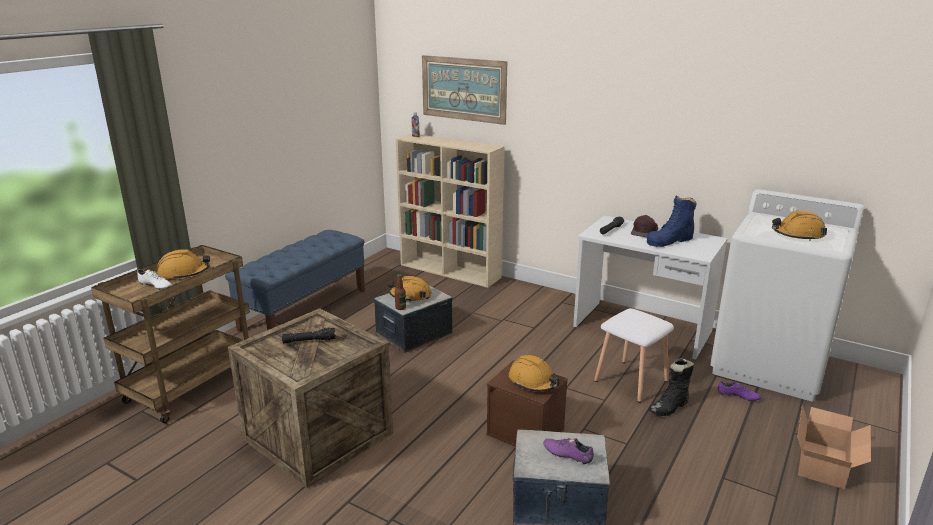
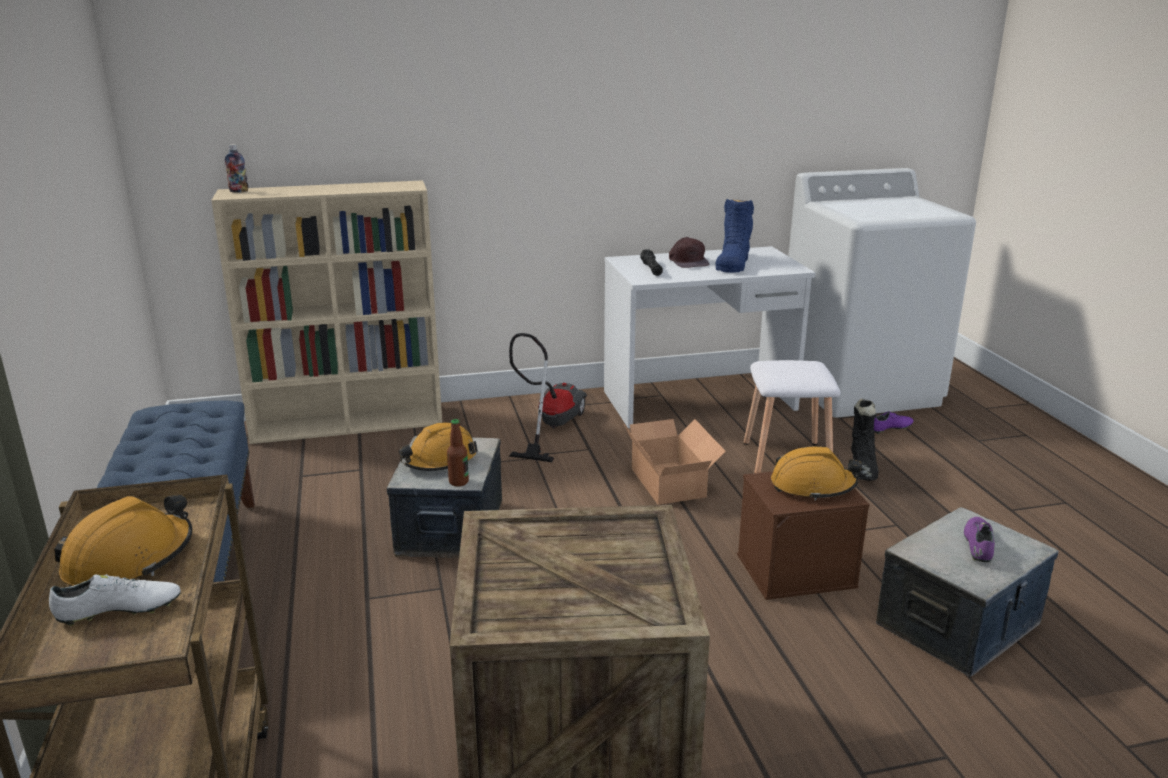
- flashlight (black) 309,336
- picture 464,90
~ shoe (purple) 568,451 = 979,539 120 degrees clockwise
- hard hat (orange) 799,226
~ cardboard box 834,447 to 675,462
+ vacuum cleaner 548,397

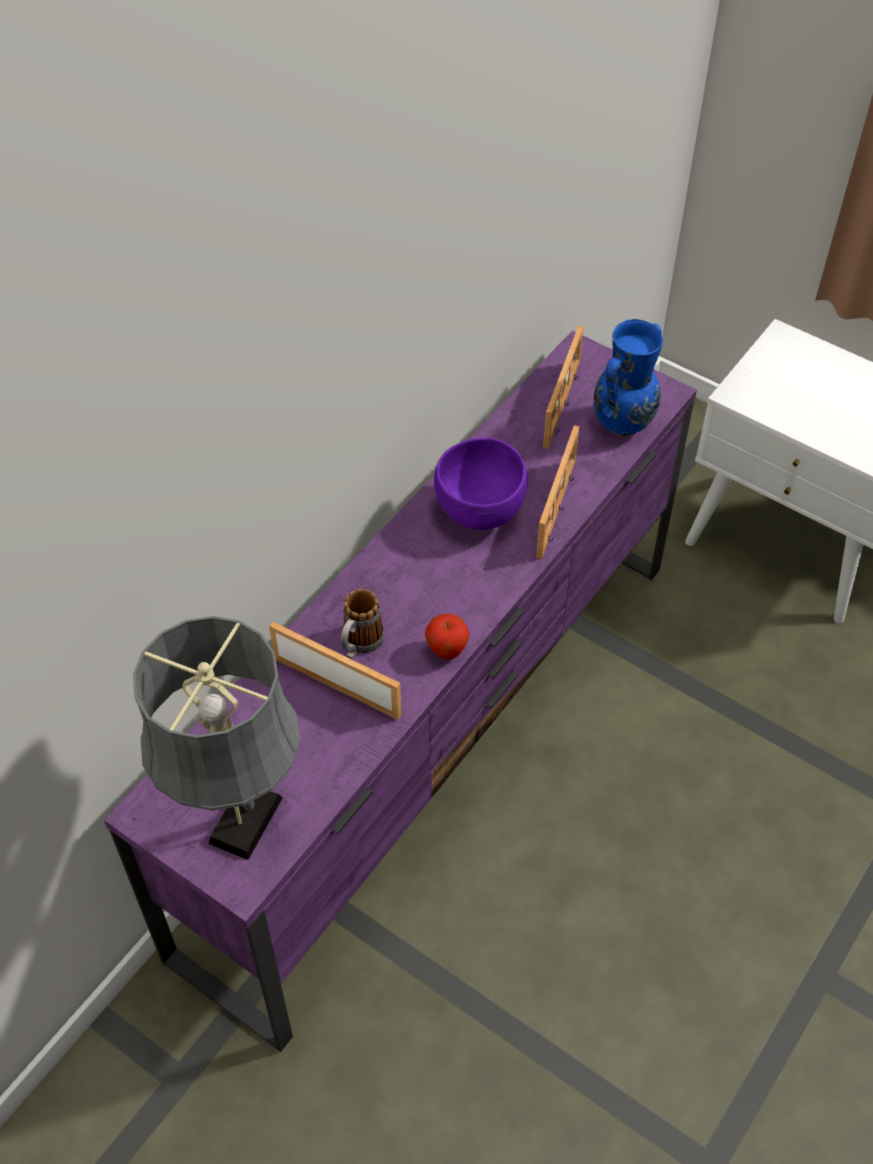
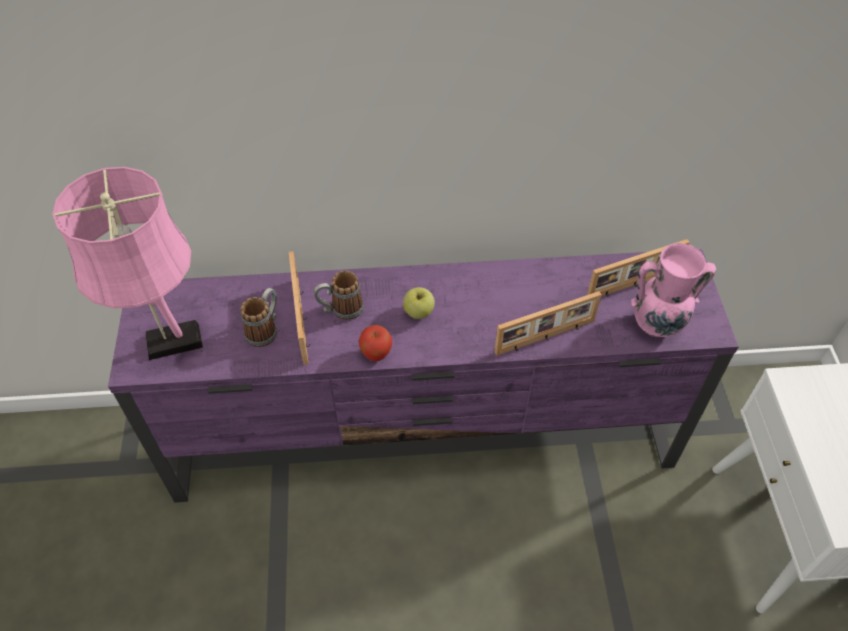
~ table lamp (grey) 217,738 to table lamp (pink) 127,263
- bowl (purple) 481,484
~ vase (blue) 628,378 to vase (pink) 673,290
+ mug 259,317
+ apple 419,303

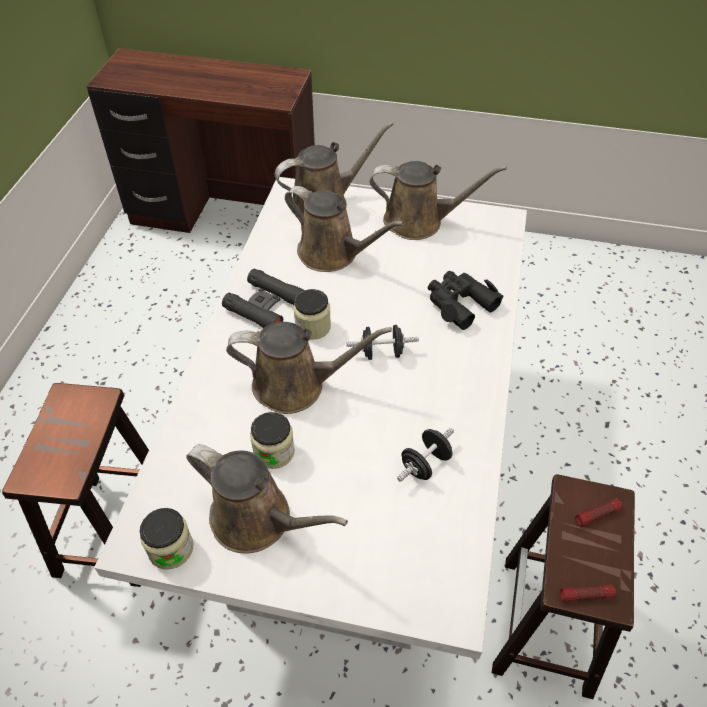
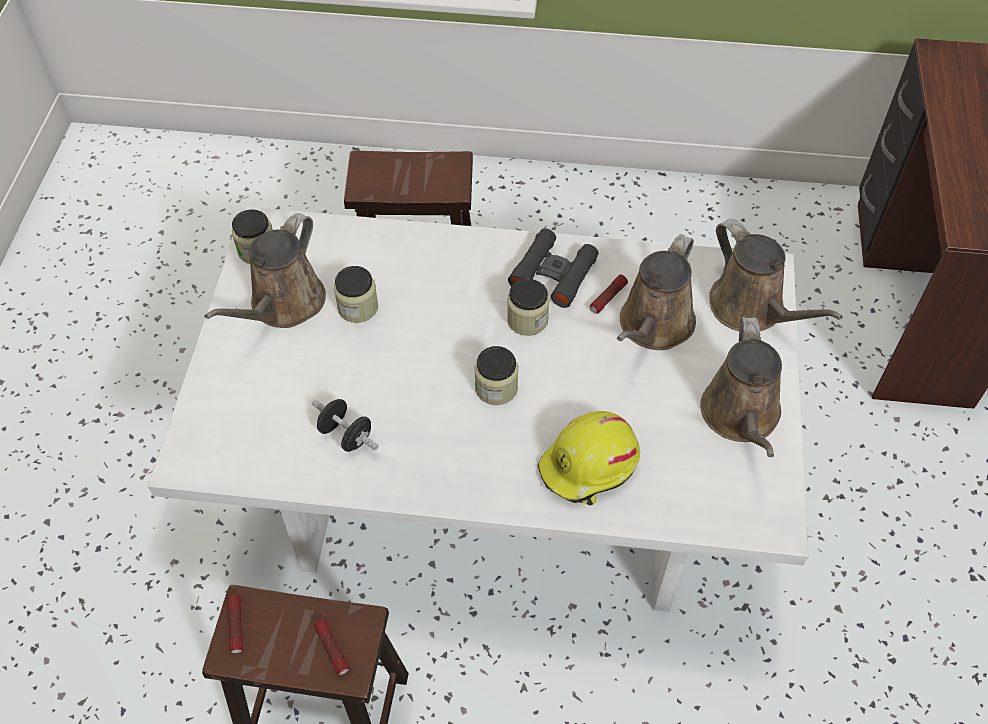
- watering can (brown) 309,368
~ dumbbell (black) 382,342 to jar 496,375
~ binoculars (black) 466,300 to hard hat (yellow) 589,458
+ flashlight 609,294

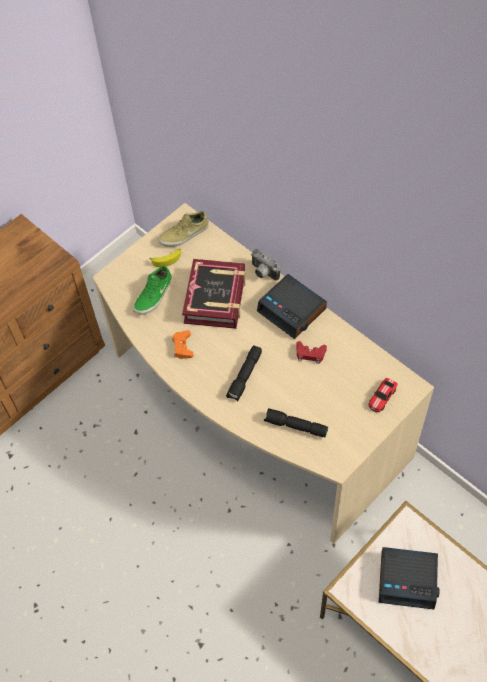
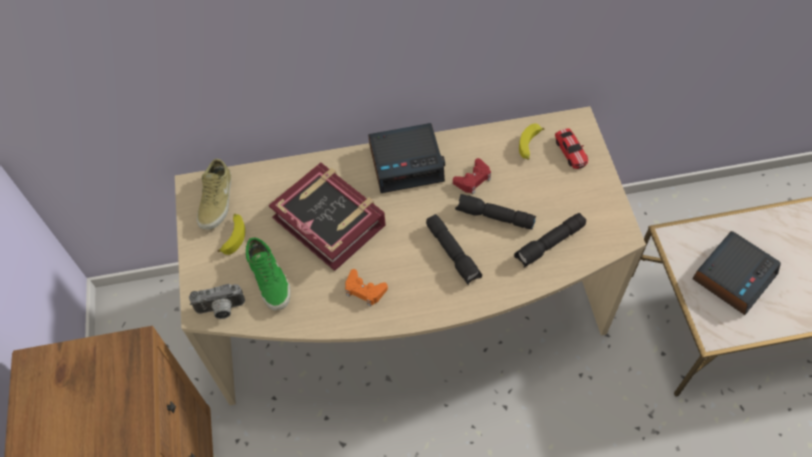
~ photo camera 265,265 to 217,301
+ flashlight (black) 495,212
+ banana 531,141

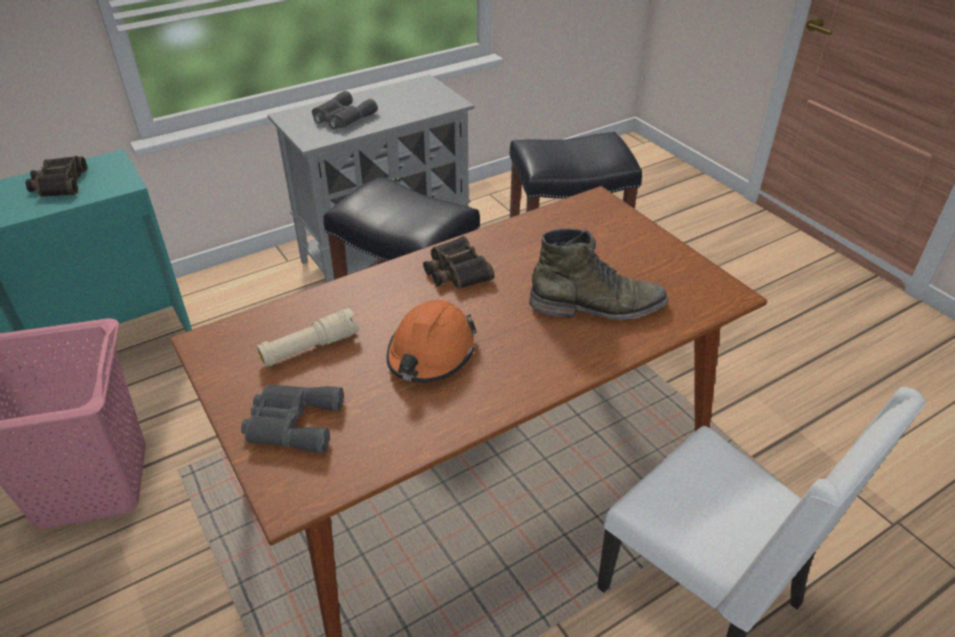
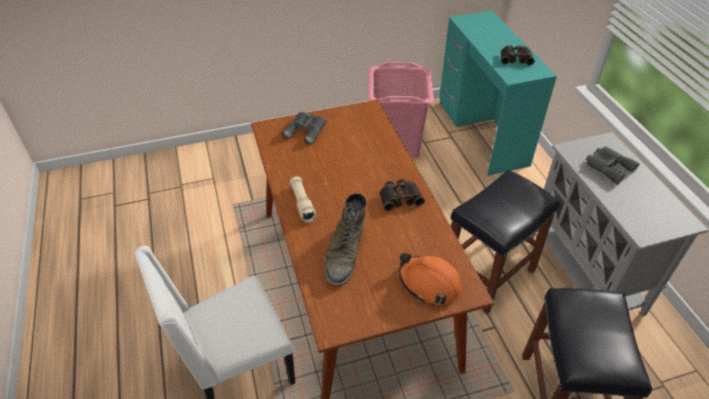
~ flashlight (beige) 307,337 to 303,199
~ hard hat (orange) 431,341 to 430,279

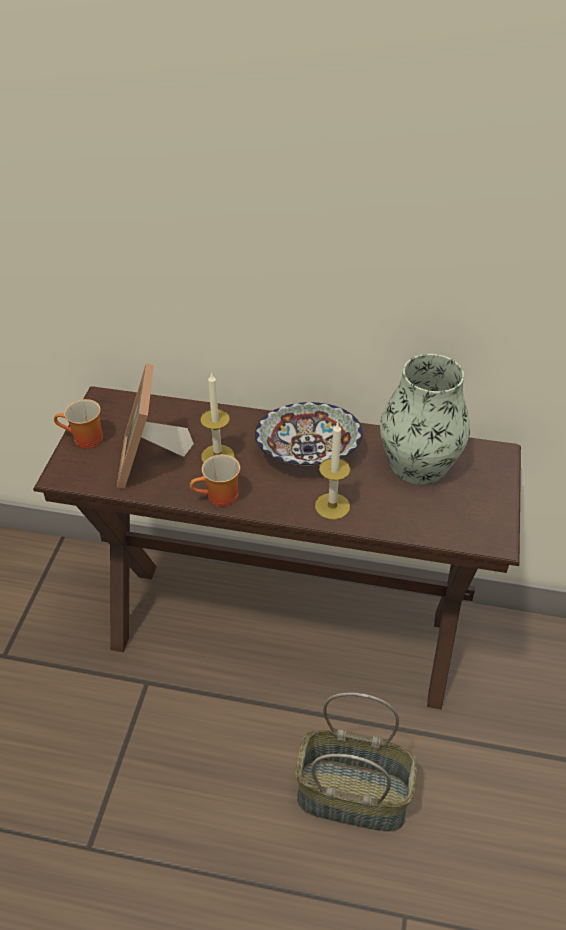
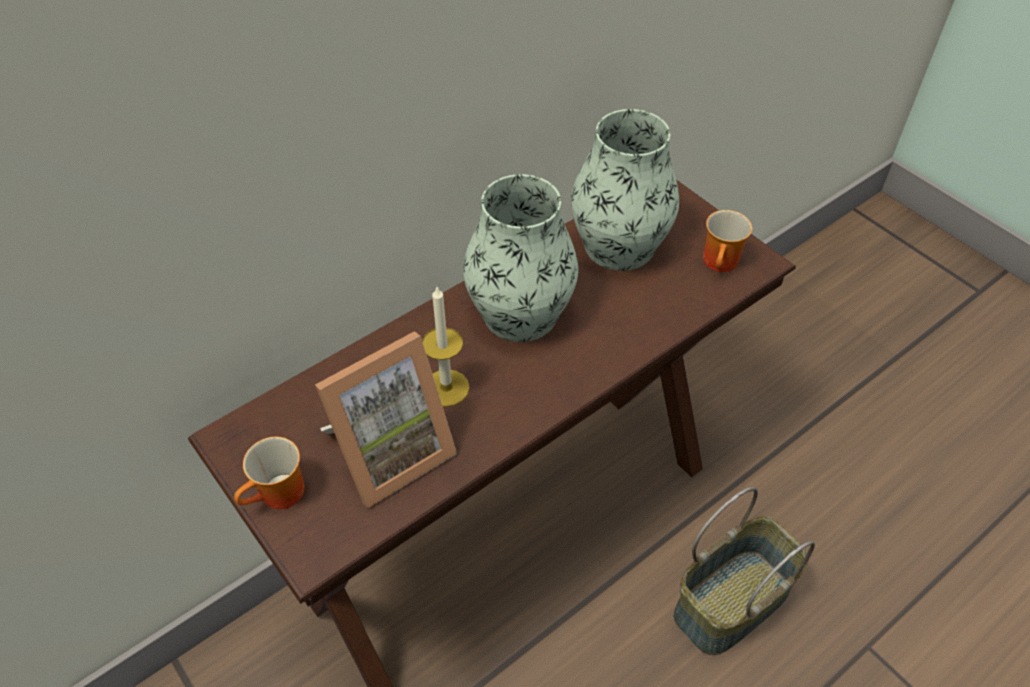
~ picture frame 155,426 = 386,419 75 degrees counterclockwise
~ mug 215,480 to 727,241
~ bowl 309,434 to vase 521,258
- candle 332,471

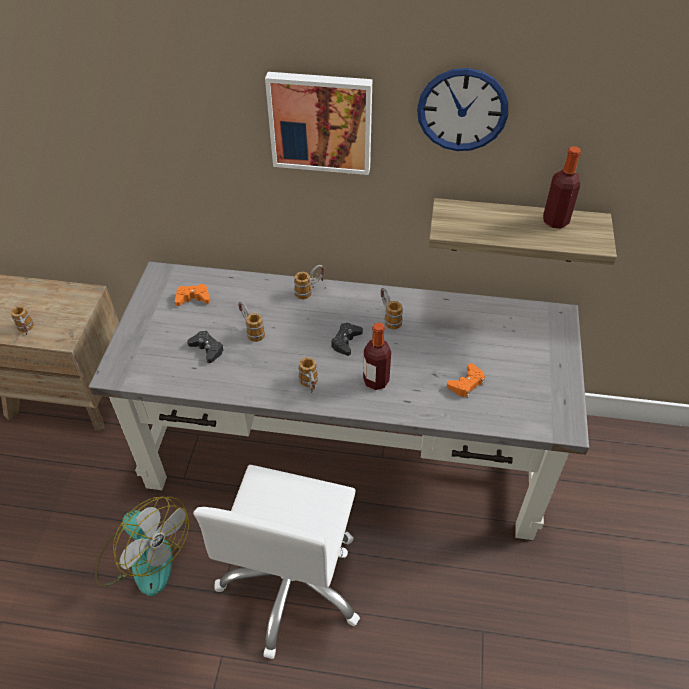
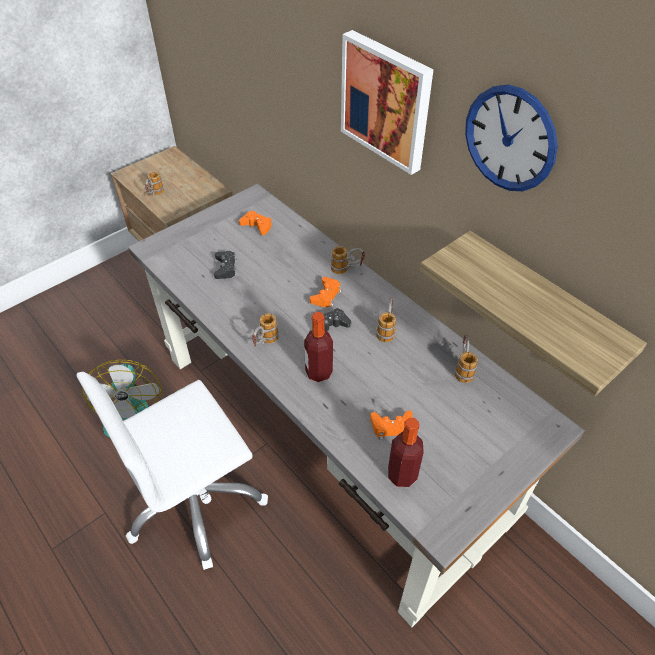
~ mug 251,322 to 466,358
~ bottle 562,187 to 406,452
+ game controller (orange) 325,292

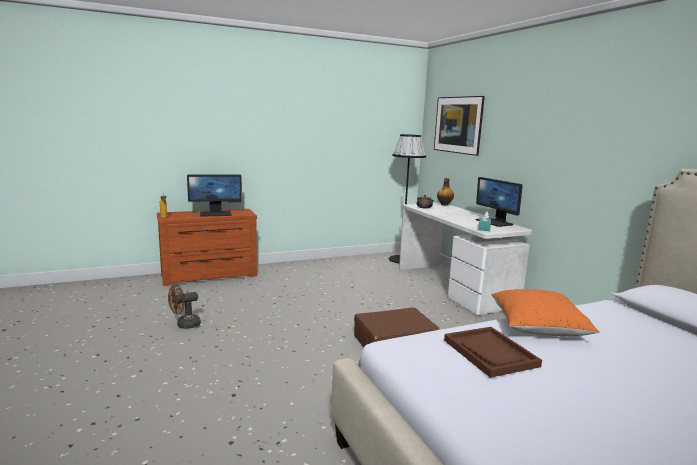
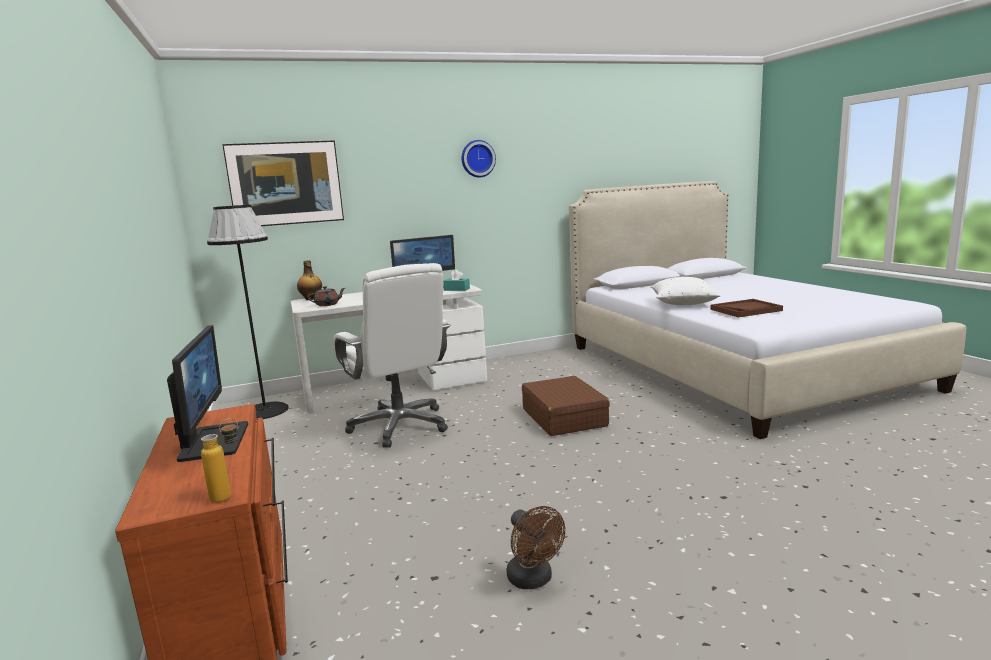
~ pillow (orange) 546,312 to pillow (white) 686,291
+ office chair (white) 392,355
+ wall clock 479,158

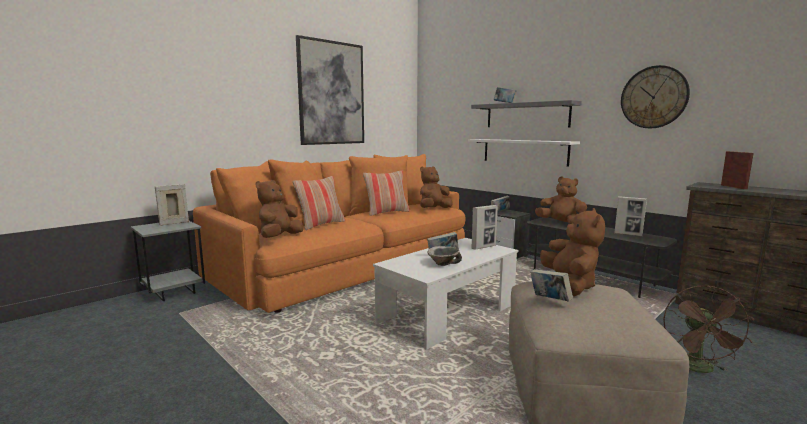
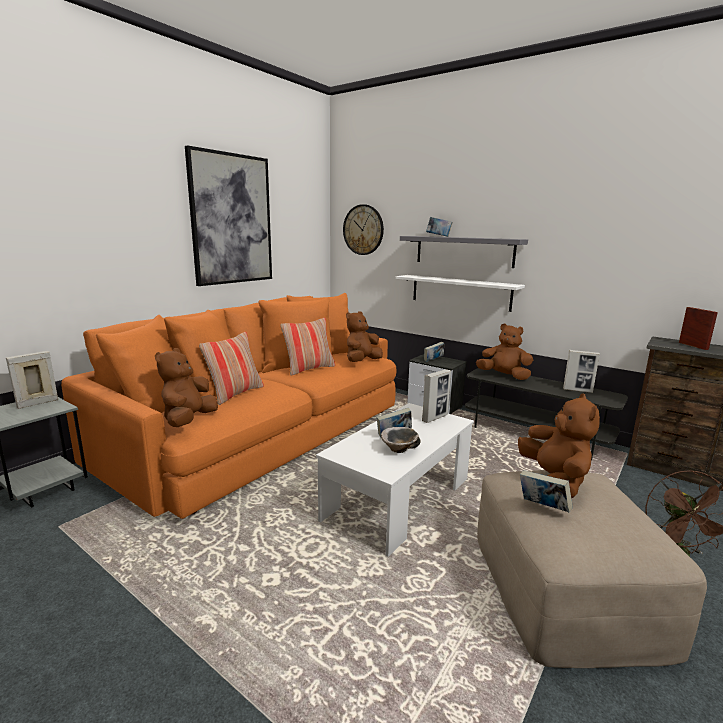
~ wall clock 655,96 to 363,229

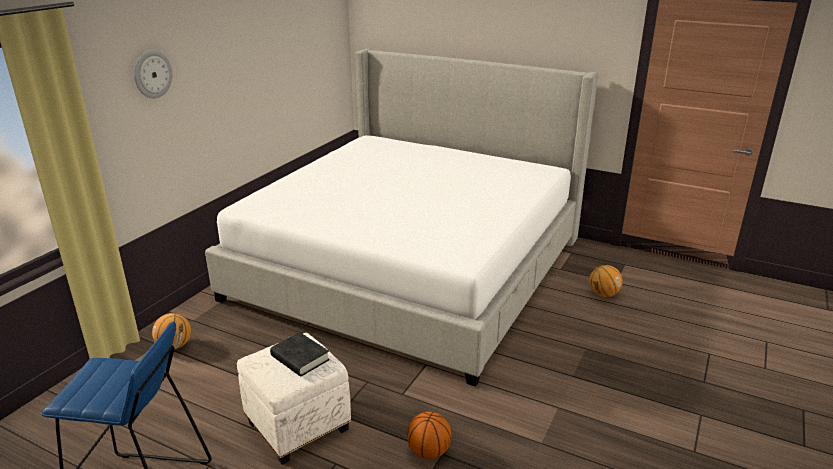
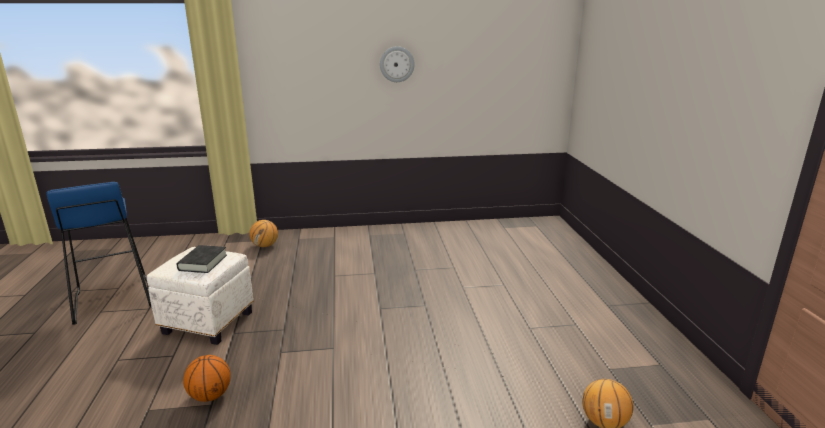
~ wall clock 153,74 to 397,64
- bed 401,218

